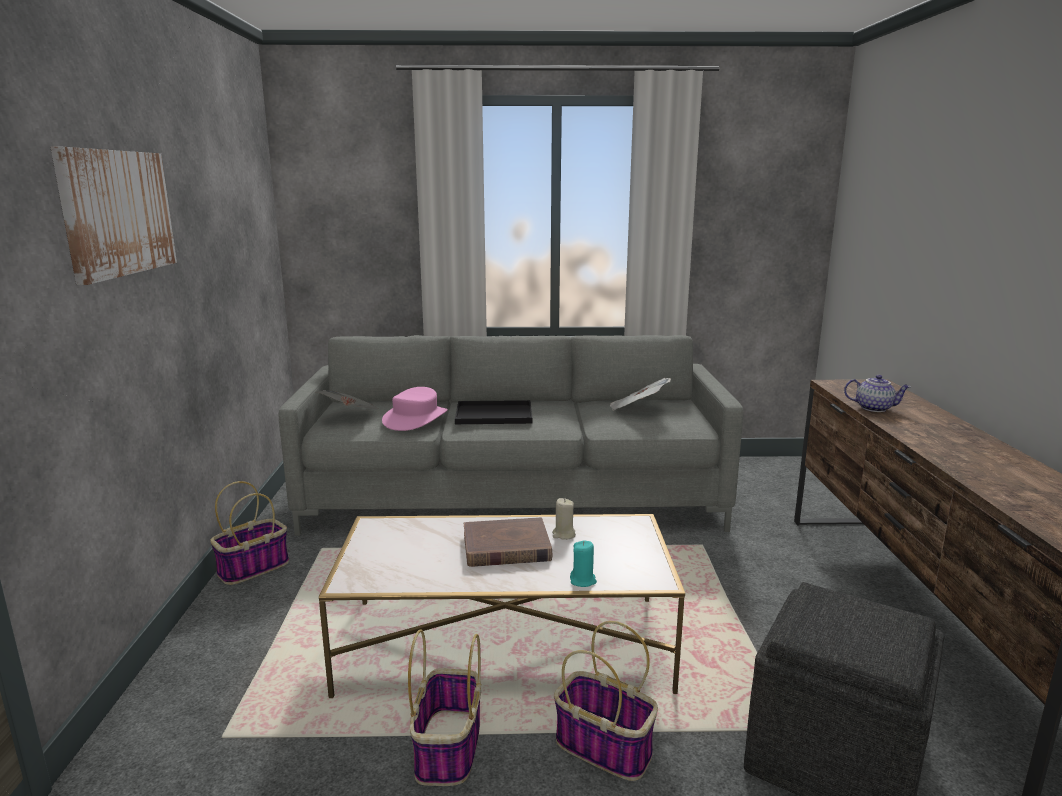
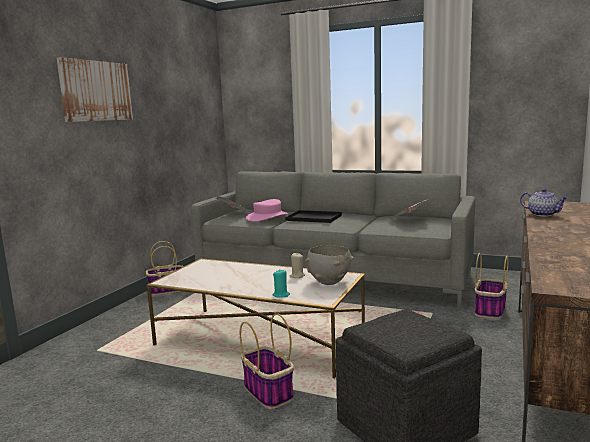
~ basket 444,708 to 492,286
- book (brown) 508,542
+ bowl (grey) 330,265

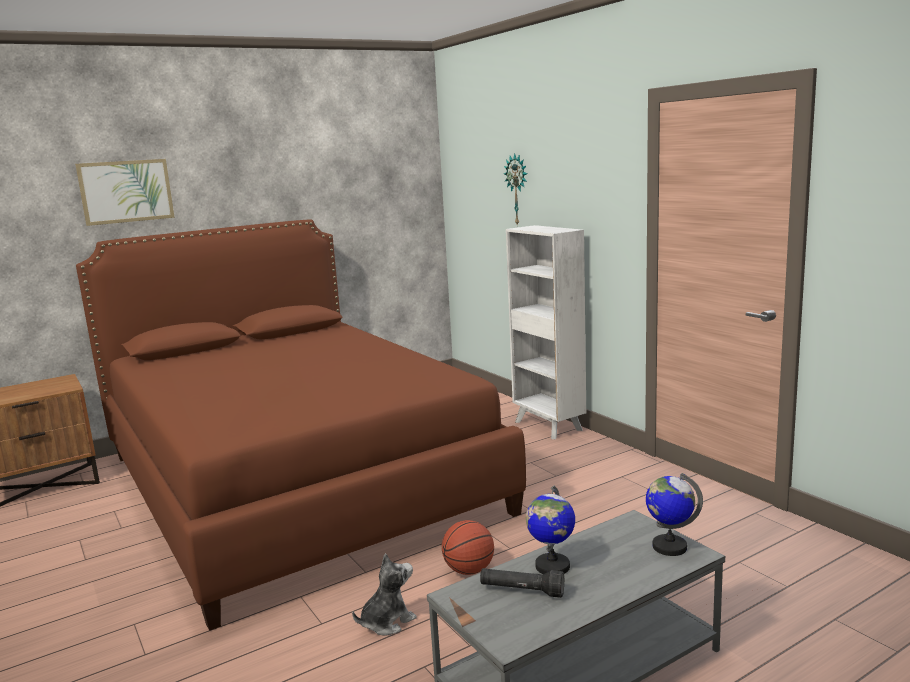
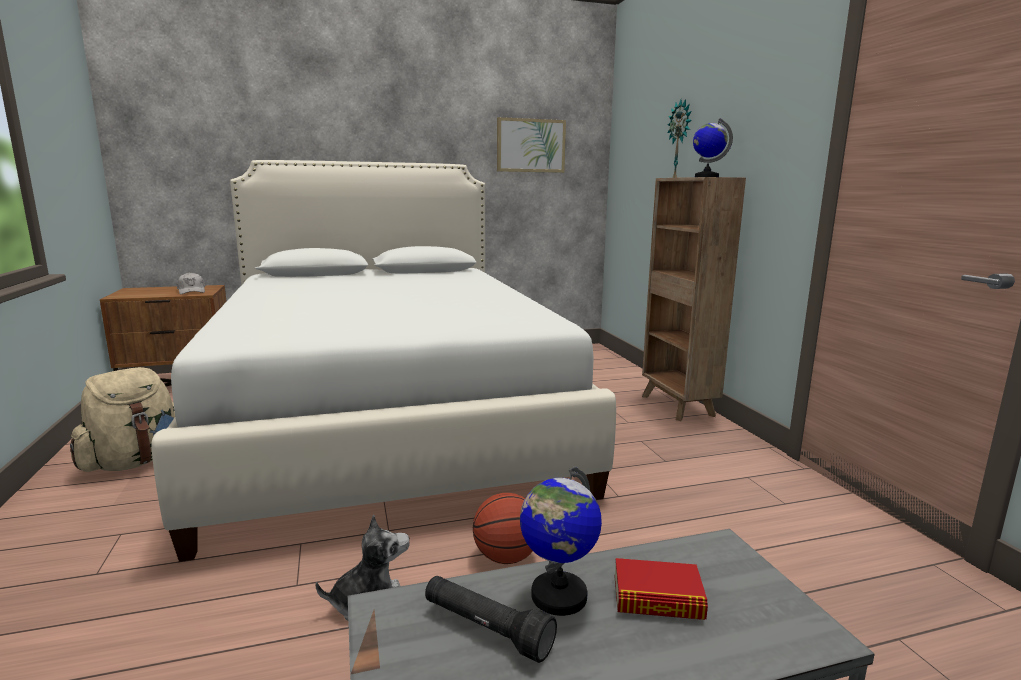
~ picture 125,192 to 531,145
~ bed (brown) 301,425 to bed (white) 383,361
~ bookcase (white) 546,332 to bookcase (brown) 694,299
~ globe 674,514 to 713,147
+ backpack (beige) 122,419
+ cap (white) 191,283
+ book 661,589

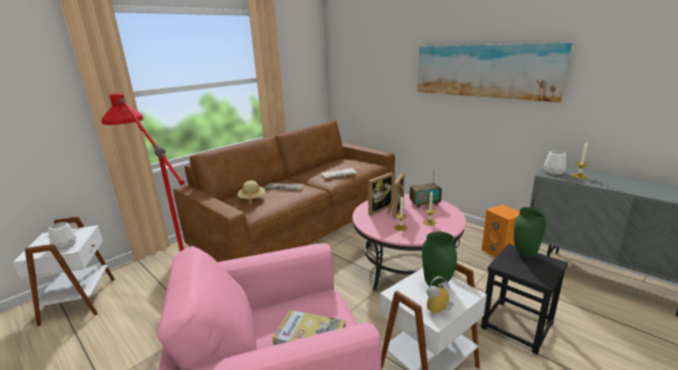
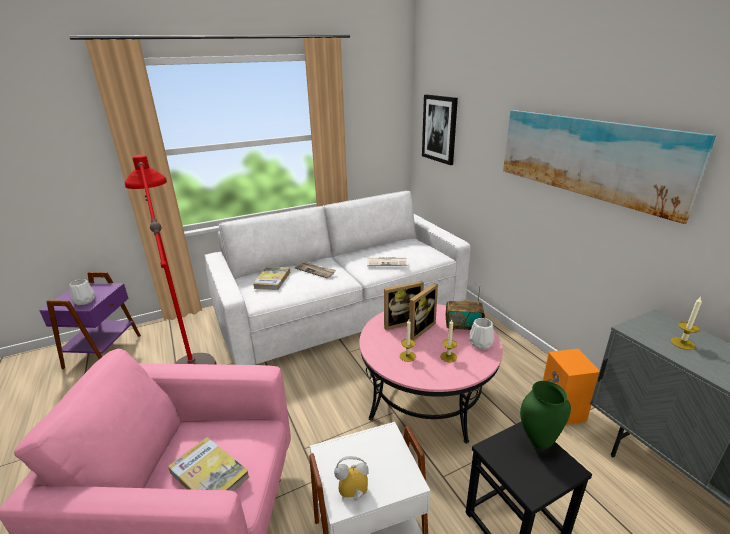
~ side table (white) 64,271 to side table (purple) 90,320
~ sofa (brown) 284,191 to sofa (white) 337,278
~ hat (beige) 251,192 to book 271,278
- vase (green) 439,260
~ vase (white) 554,163 to 481,334
+ picture 440,130

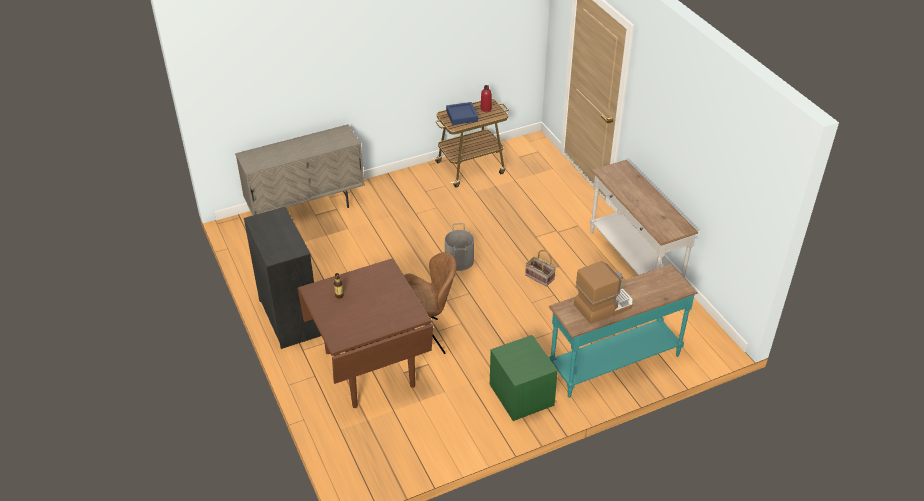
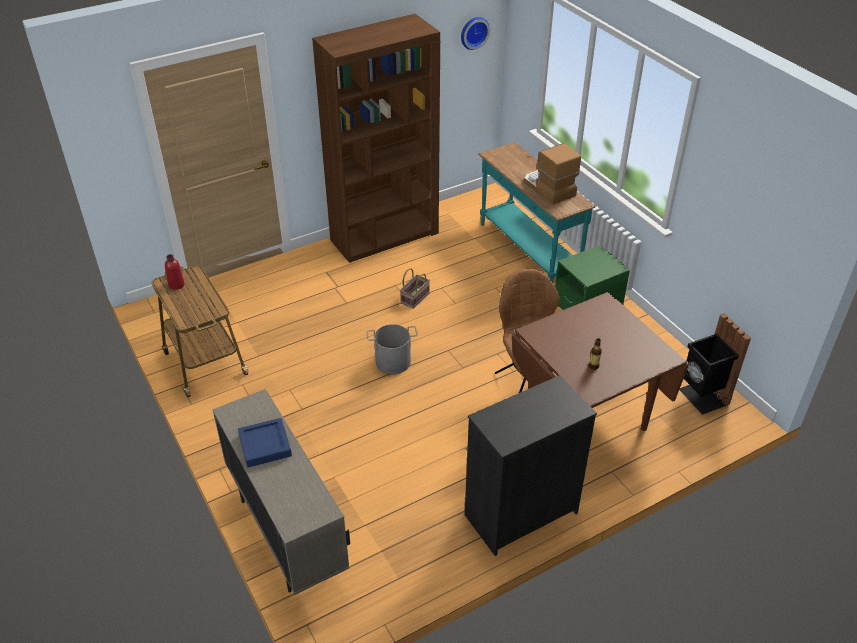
~ tray (blue) 462,113 to 265,442
~ console table (white) 644,219 to bookcase (brown) 376,138
+ wall clock 475,33
+ trash can (black) 715,364

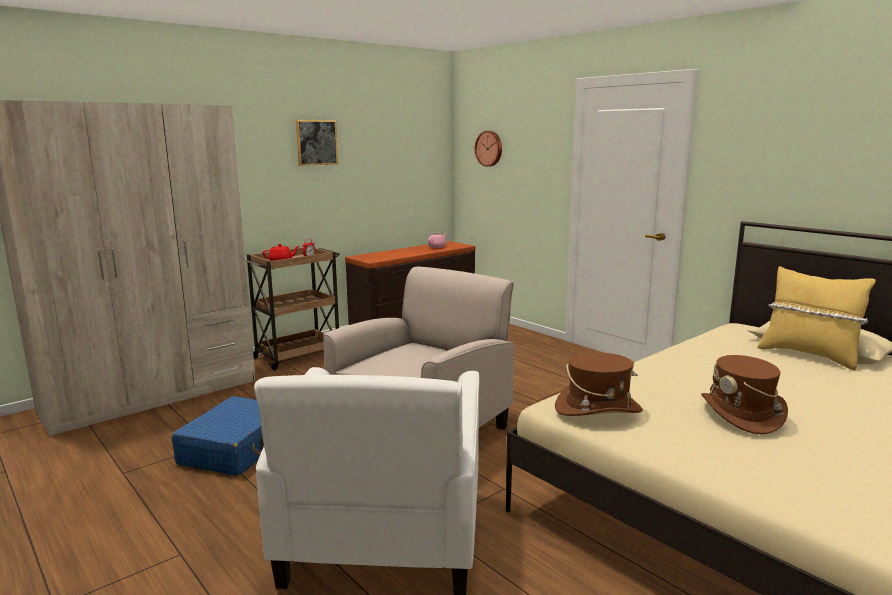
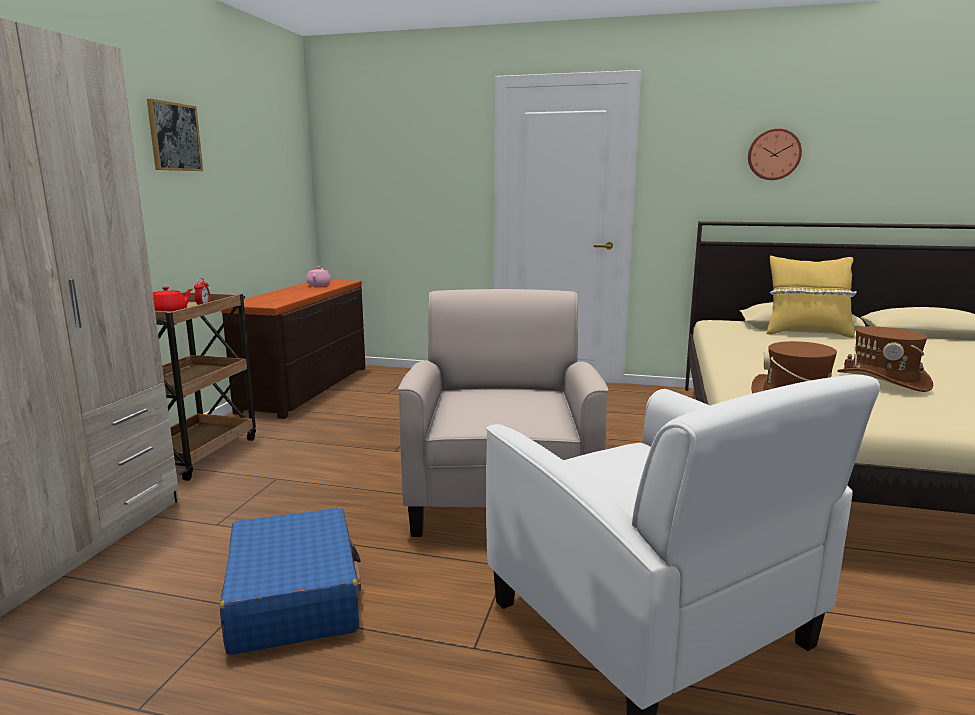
~ wall clock 488,149 to 775,154

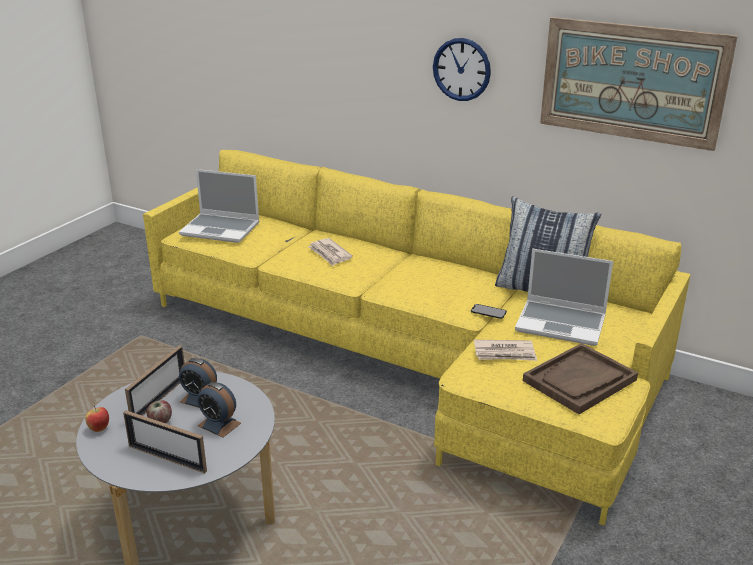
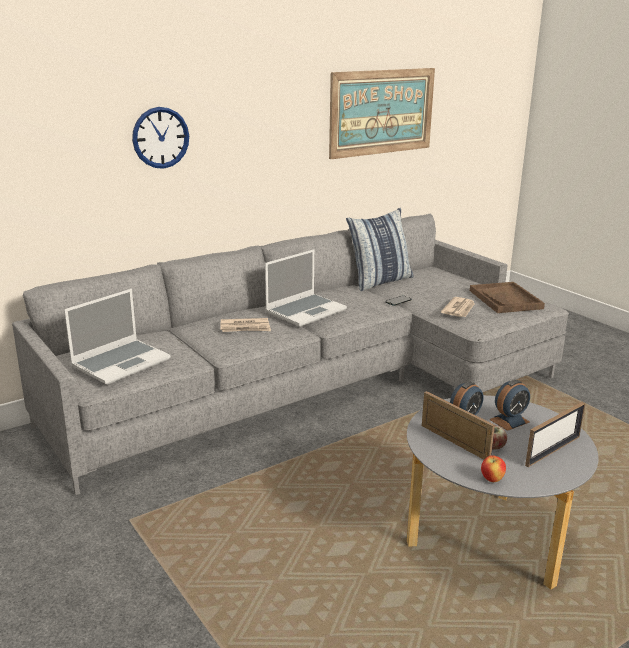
~ sofa (yellow) 416,337 to sofa (grey) 290,354
~ wall clock 462,69 to 160,138
~ laptop 564,297 to 306,288

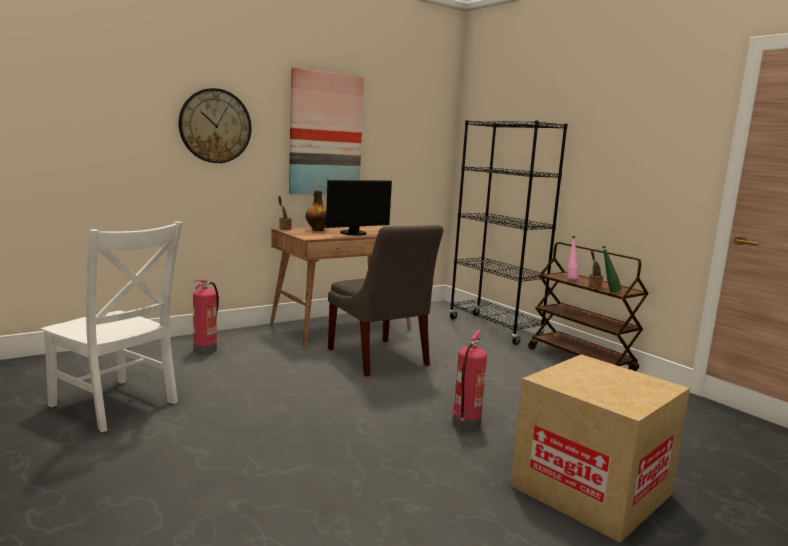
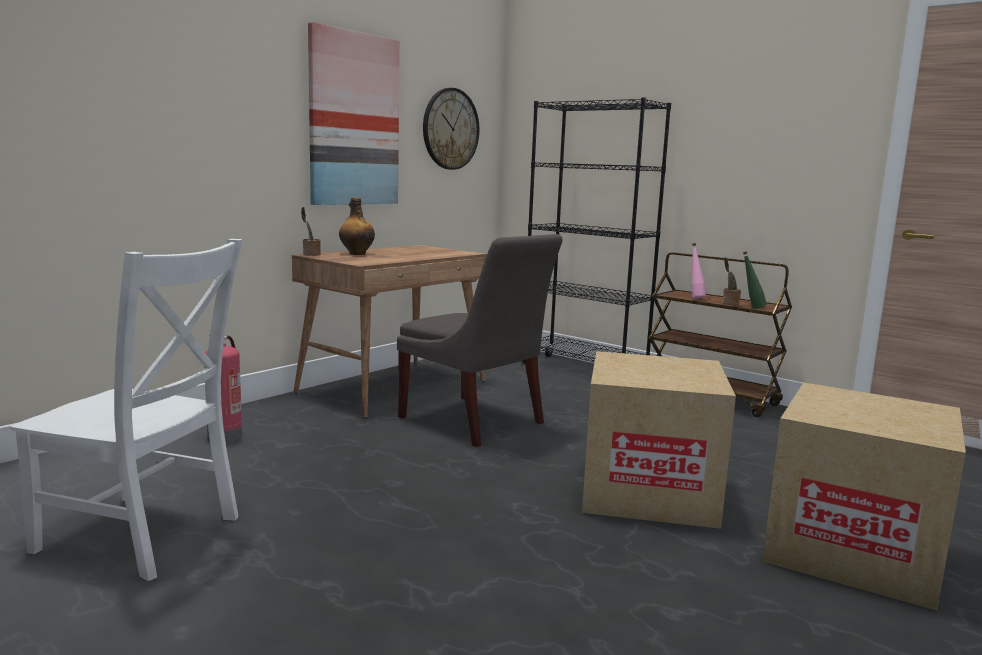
~ wall clock 215,125 to 451,129
- monitor 359,207
~ fire extinguisher 469,379 to cardboard box 659,440

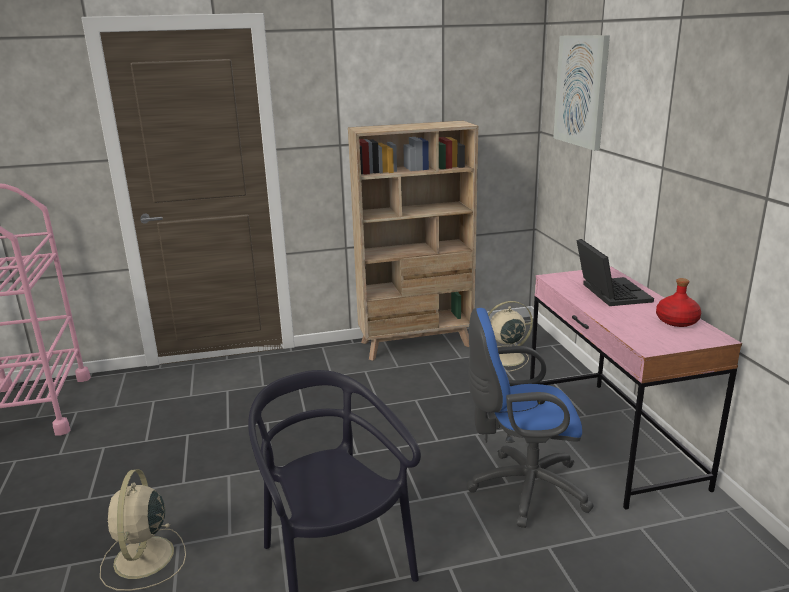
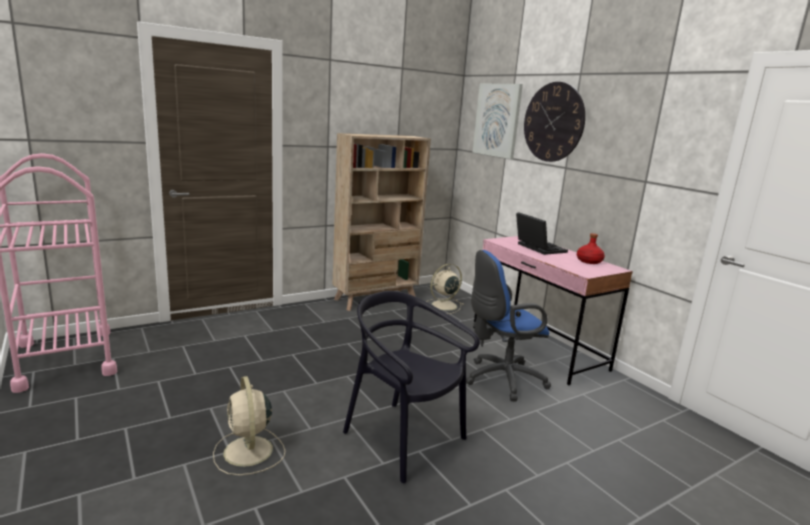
+ wall clock 554,122

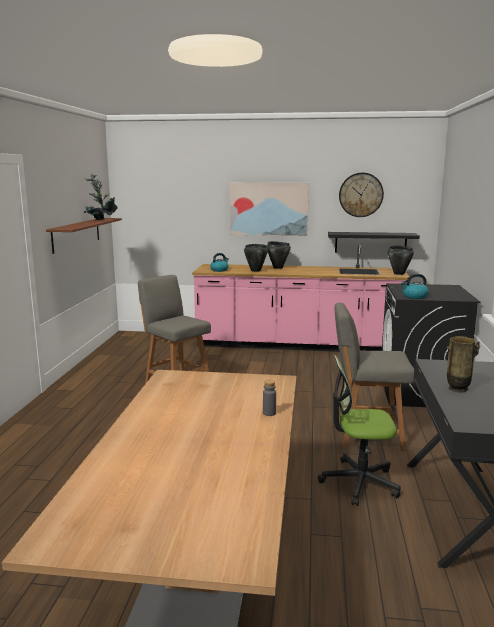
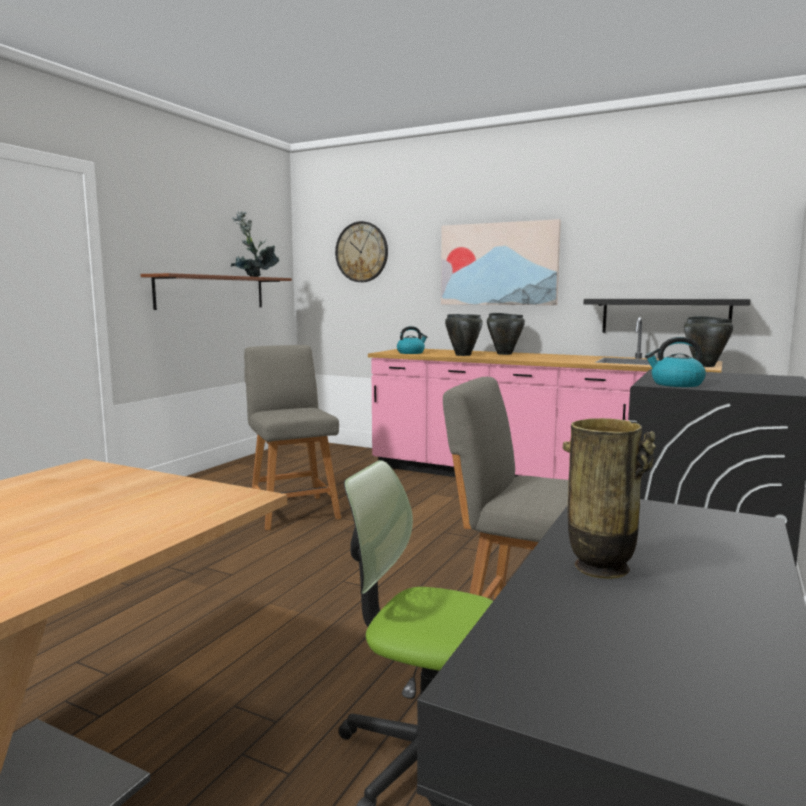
- bottle (grey) 269,398
~ wall clock 361,195 to 361,251

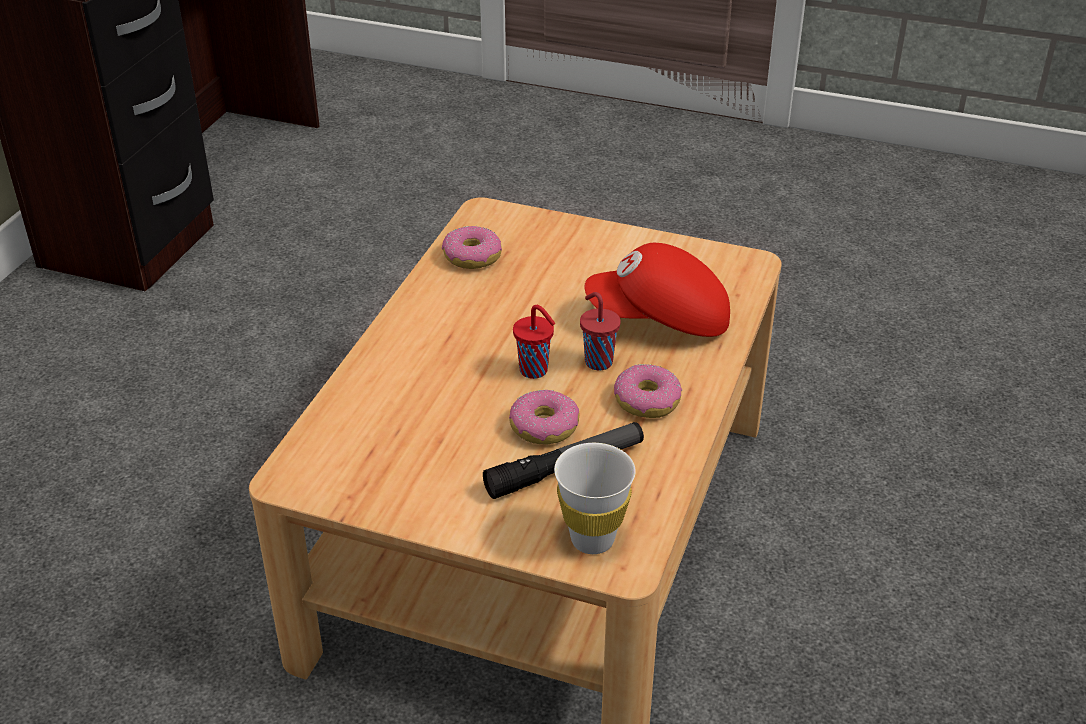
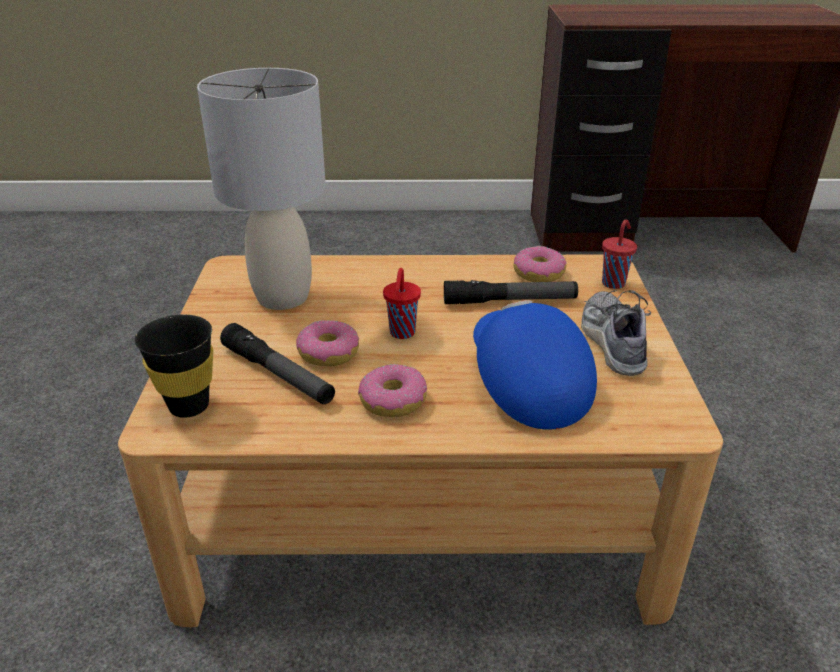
~ cup (white) 595,498 to cup (black) 174,366
~ cup (red) 600,331 to 619,254
~ cap (red) 657,290 to cap (blue) 535,365
+ table lamp (grey) 261,189
+ flashlight 511,292
+ shoe 616,333

